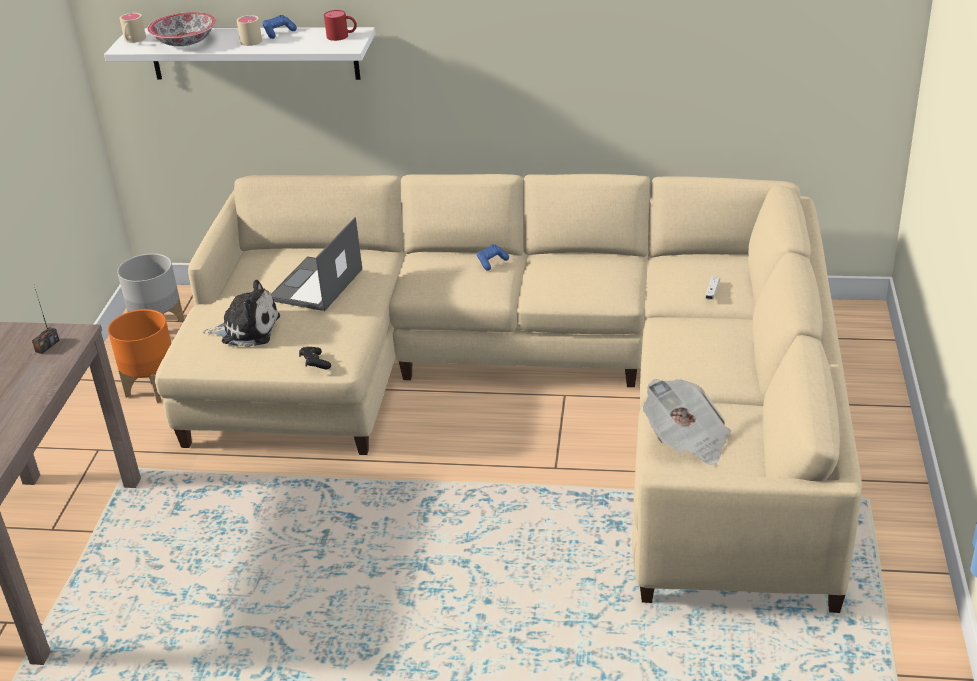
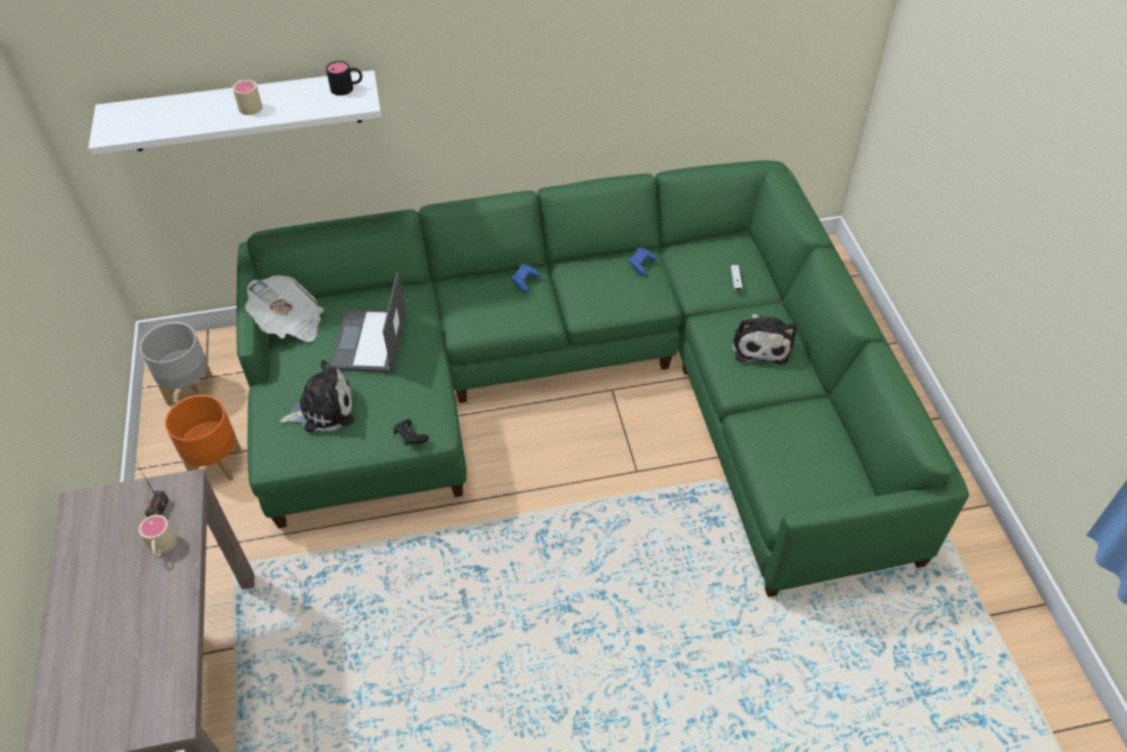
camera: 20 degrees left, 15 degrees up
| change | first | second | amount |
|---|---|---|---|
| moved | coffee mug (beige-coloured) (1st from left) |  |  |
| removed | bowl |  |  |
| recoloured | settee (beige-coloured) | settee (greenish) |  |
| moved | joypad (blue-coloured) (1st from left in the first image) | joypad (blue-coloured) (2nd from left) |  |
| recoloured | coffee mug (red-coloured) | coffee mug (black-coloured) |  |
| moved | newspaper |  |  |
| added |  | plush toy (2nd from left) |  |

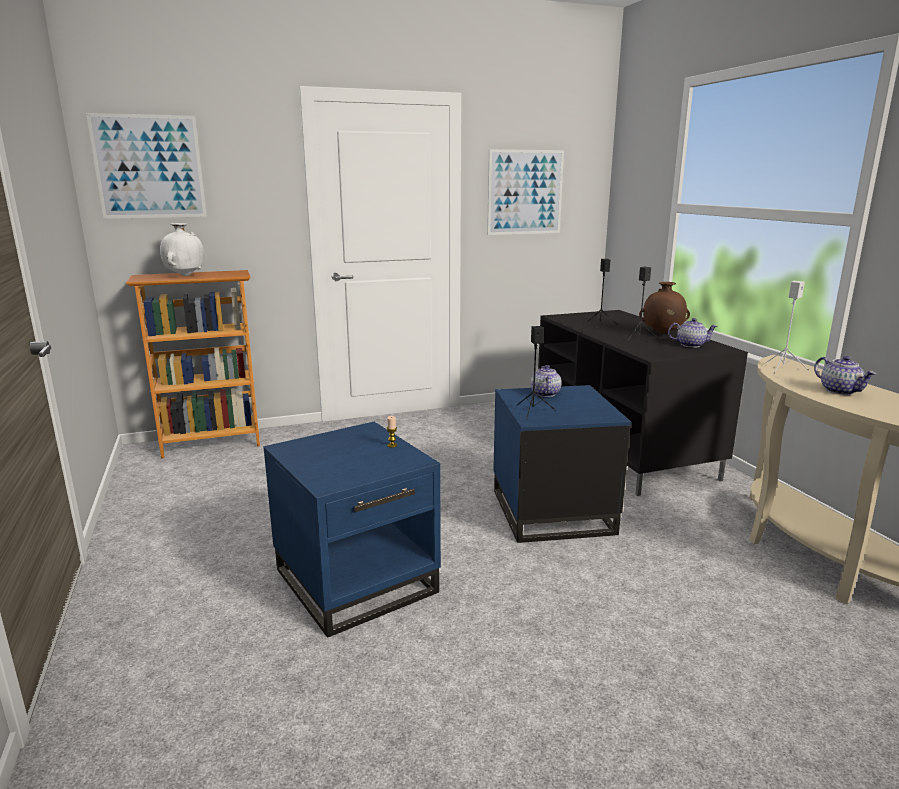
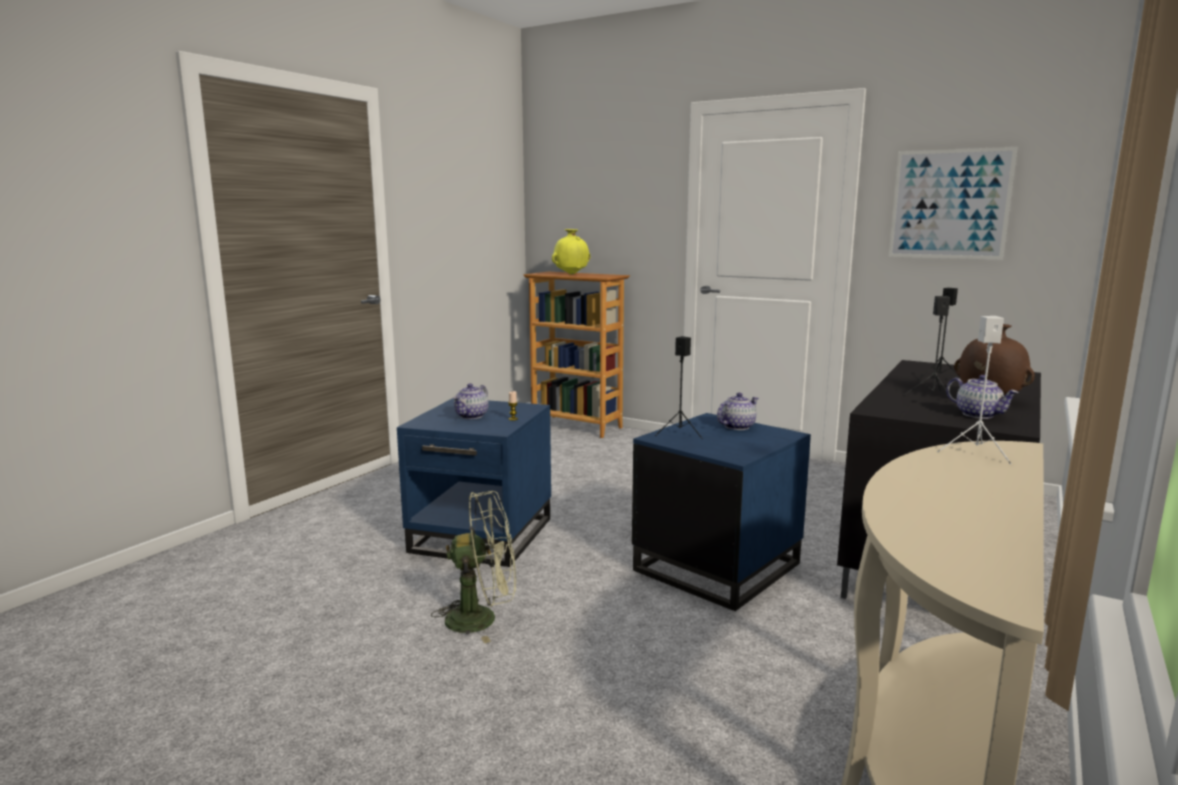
camera: 50 degrees right, 5 degrees down
| change | first | second | amount |
|---|---|---|---|
| removed | picture (1st from left) |  |  |
| recoloured | flower vase (white-coloured) | flower vase (yellow-coloured) |  |
| moved | teapot (3rd from left in the first image) | teapot (1st from left) |  |
| added |  | cooling fan (greenish) |  |

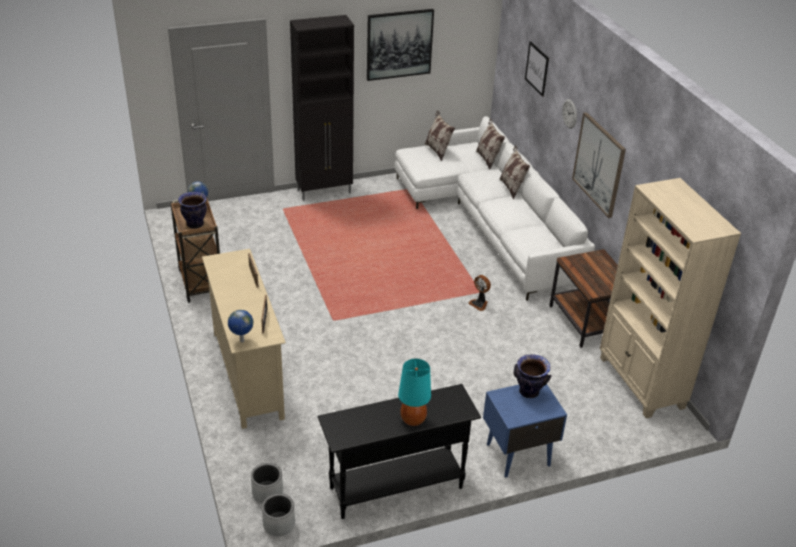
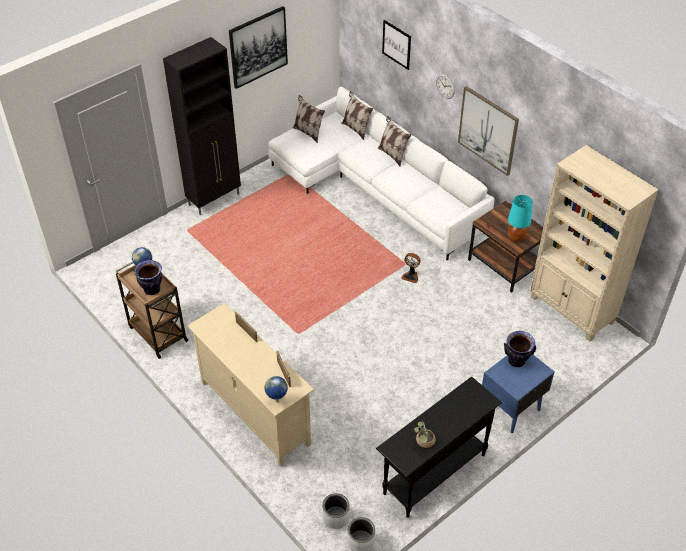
camera: 20 degrees left, 10 degrees up
| change | first | second | amount |
|---|---|---|---|
| moved | lamp for a table (blue-green) |  |  |
| added |  | houseplant |  |

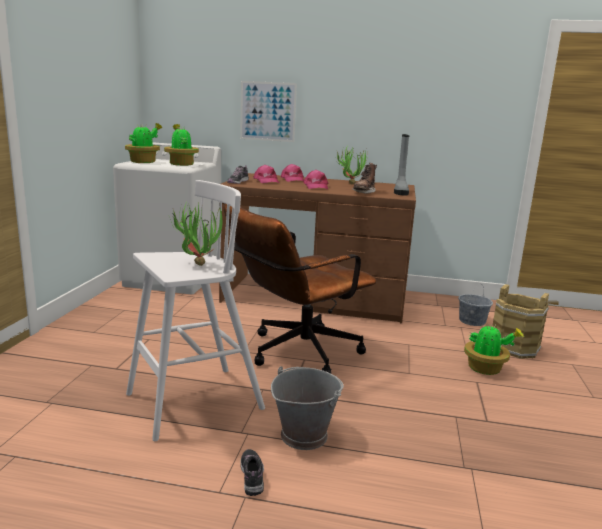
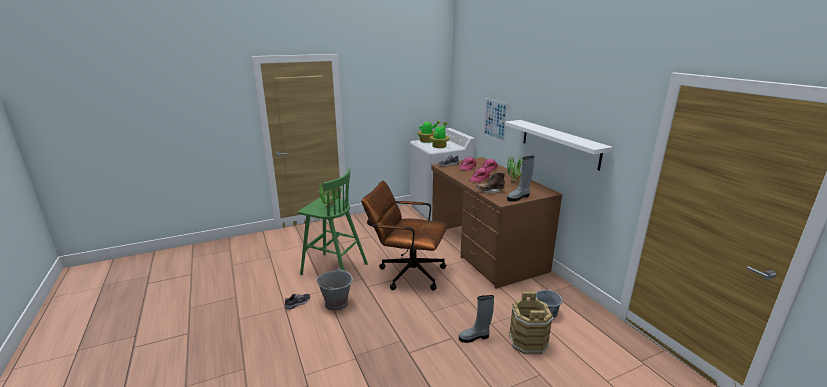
camera: 55 degrees right, 5 degrees up
| change | first | second | amount |
|---|---|---|---|
| recoloured | stool (white-coloured) | stool (greenish) |  |
| replaced | houseplant (5th from left) | tall boot (gray) (1st from left) |  |
| added |  | bracket shelf (white-coloured) |  |

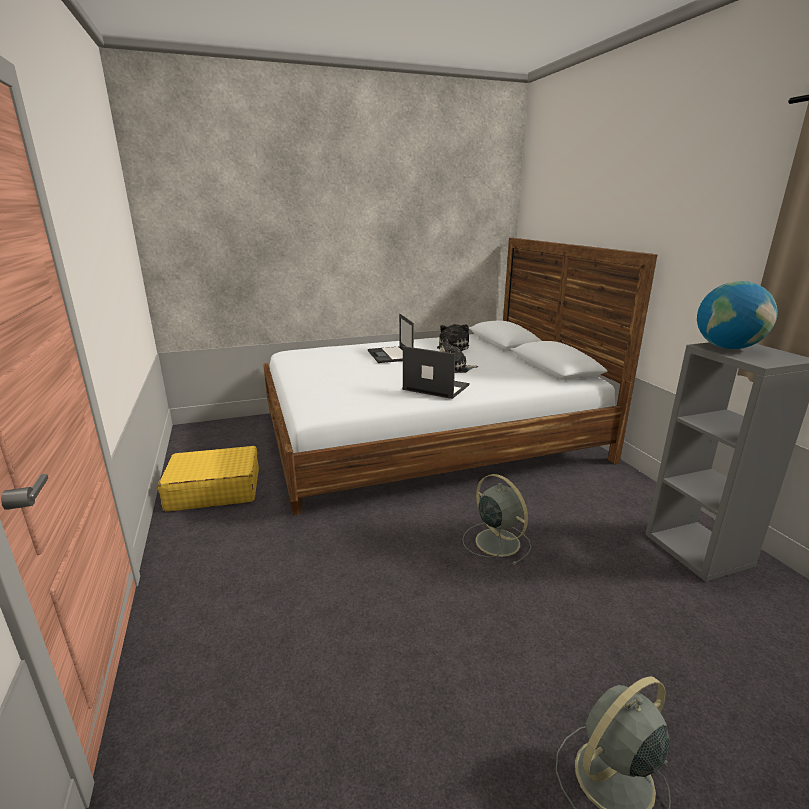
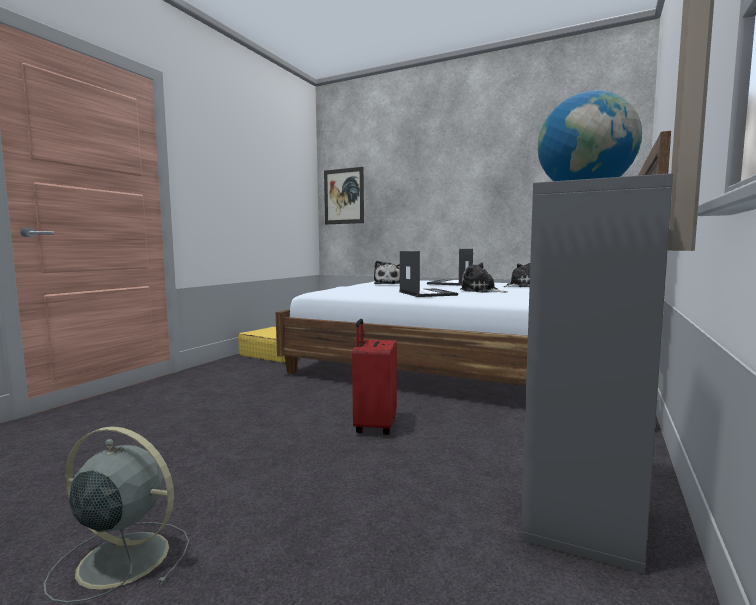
camera: 45 degrees right, 15 degrees down
| change | first | second | amount |
|---|---|---|---|
| replaced | cooling fan (gray) (1st from left) | piece of luggage (red-coloured) |  |
| added |  | picture |  |
| added |  | plush toy (1st from left) |  |

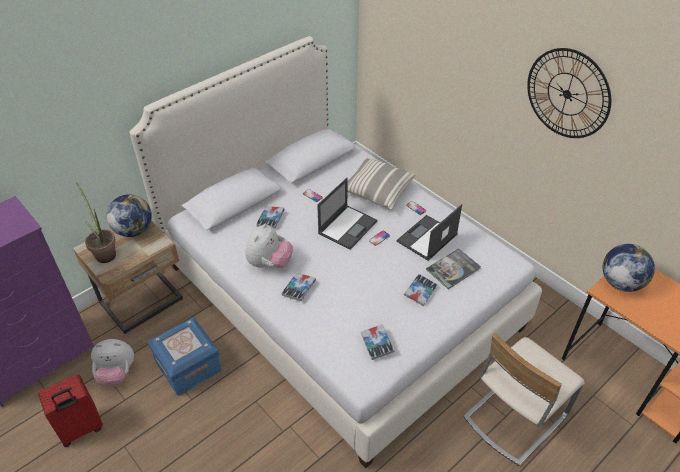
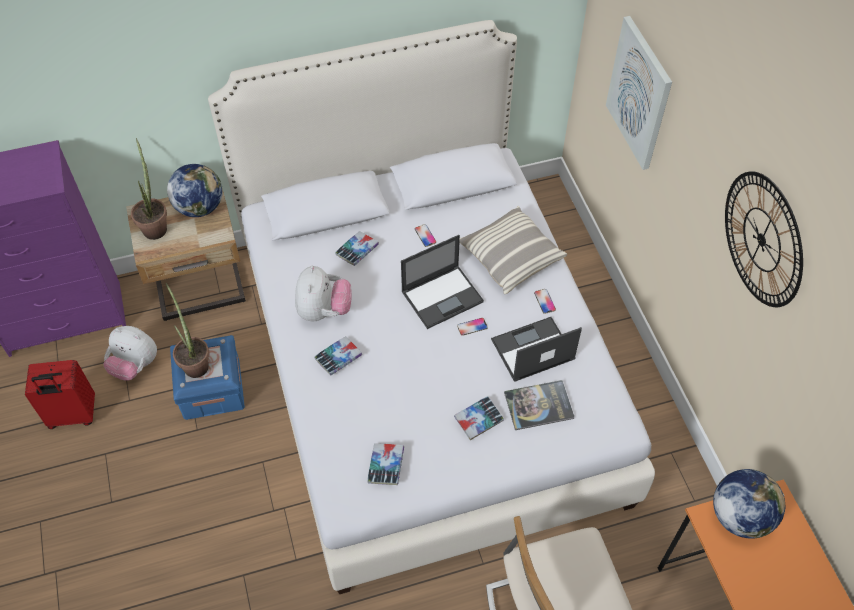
camera: 25 degrees right, 10 degrees up
| change | first | second | amount |
|---|---|---|---|
| turned | plush toy (2nd from left) |  | 45 degrees counterclockwise |
| added |  | houseplant (2nd from left) |  |
| added |  | picture |  |

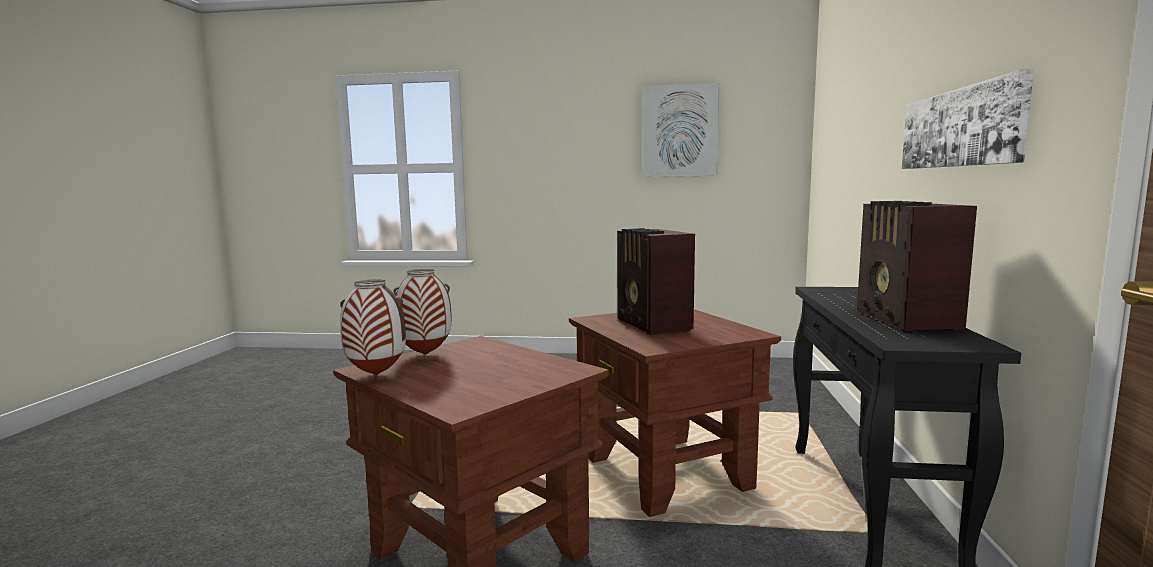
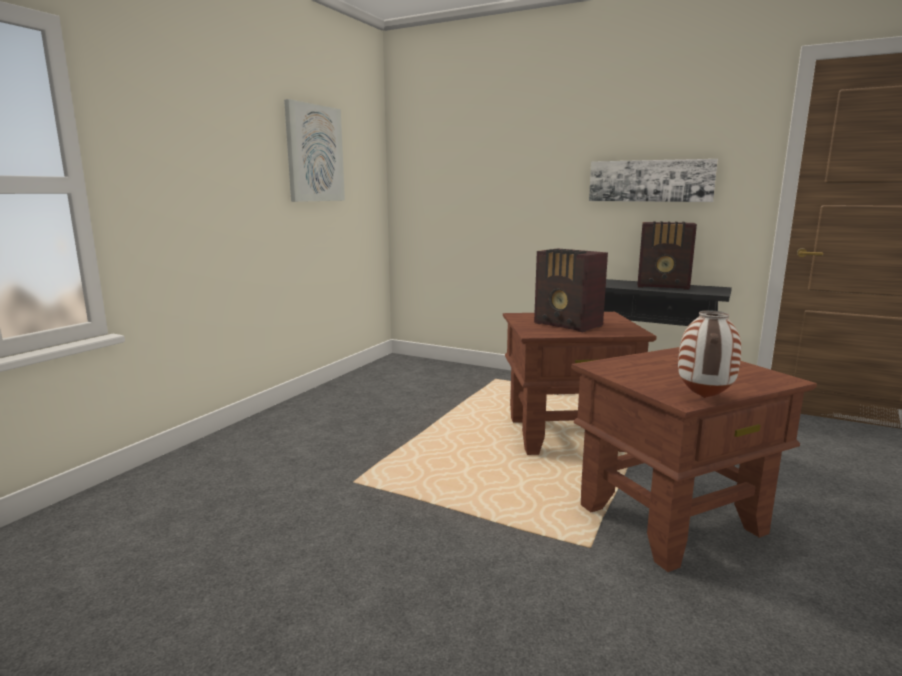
camera: 70 degrees left, 5 degrees up
| change | first | second | amount |
|---|---|---|---|
| removed | flower vase (2nd from left) |  |  |
| turned | radio (1st from left) |  | 45 degrees clockwise |

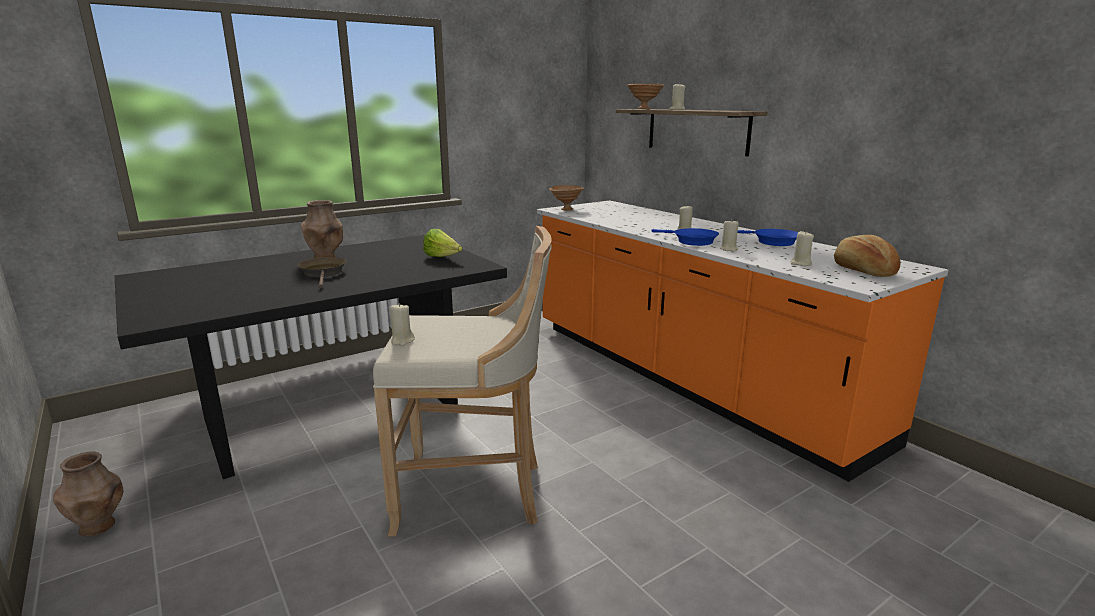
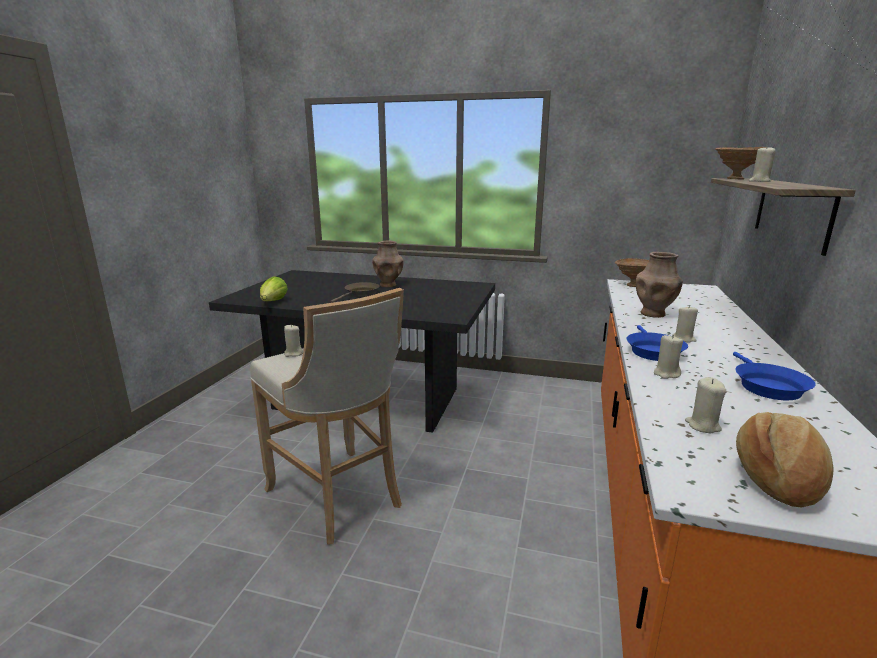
camera: 50 degrees right, 0 degrees up
| change | first | second | amount |
|---|---|---|---|
| moved | flower vase (brown) (1st from left in the first image) | flower vase (brown) (2nd from left) |  |
| moved | lettuce head |  |  |

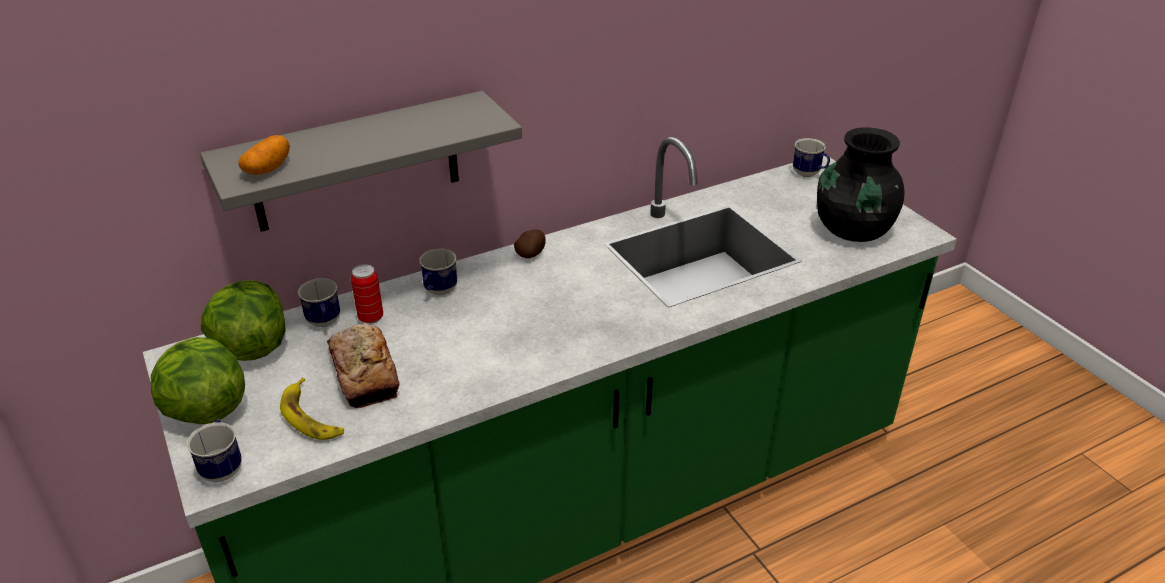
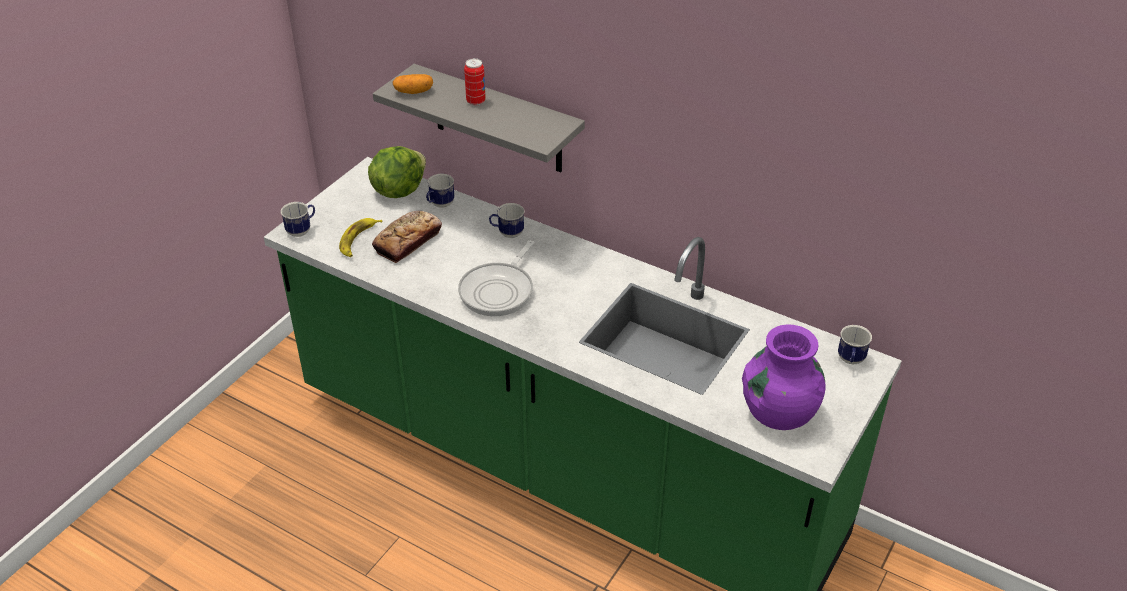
camera: 60 degrees right, 5 degrees up
| change | first | second | amount |
|---|---|---|---|
| removed | lettuce head (1st from left) |  |  |
| moved | metal can |  |  |
| removed | spud (2nd from left) |  |  |
| recoloured | flower vase (black-coloured) | flower vase (purple) |  |
| added |  | skillet |  |

